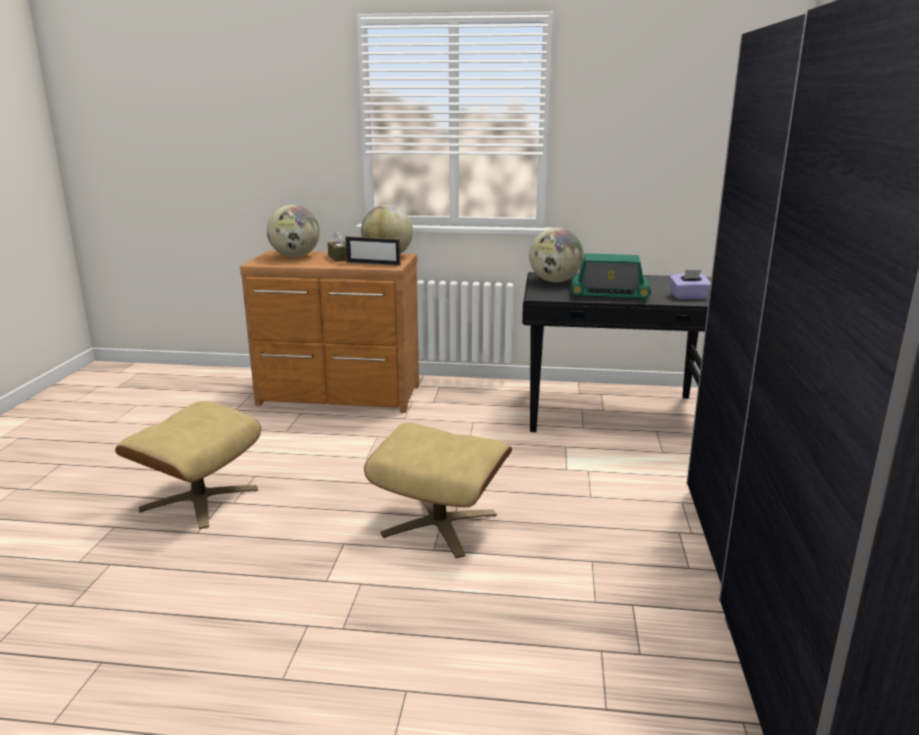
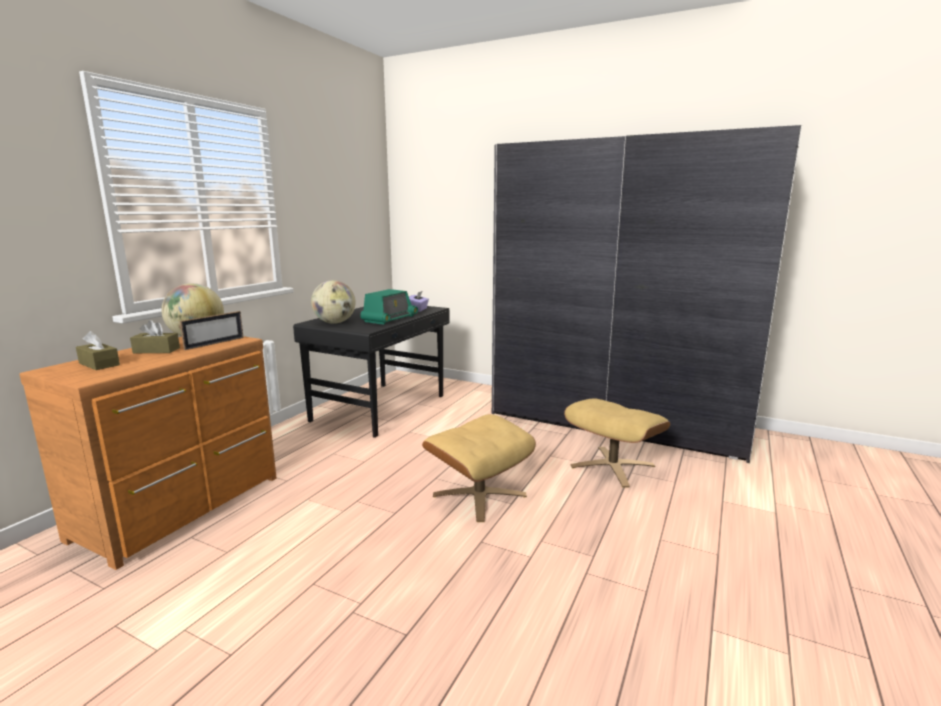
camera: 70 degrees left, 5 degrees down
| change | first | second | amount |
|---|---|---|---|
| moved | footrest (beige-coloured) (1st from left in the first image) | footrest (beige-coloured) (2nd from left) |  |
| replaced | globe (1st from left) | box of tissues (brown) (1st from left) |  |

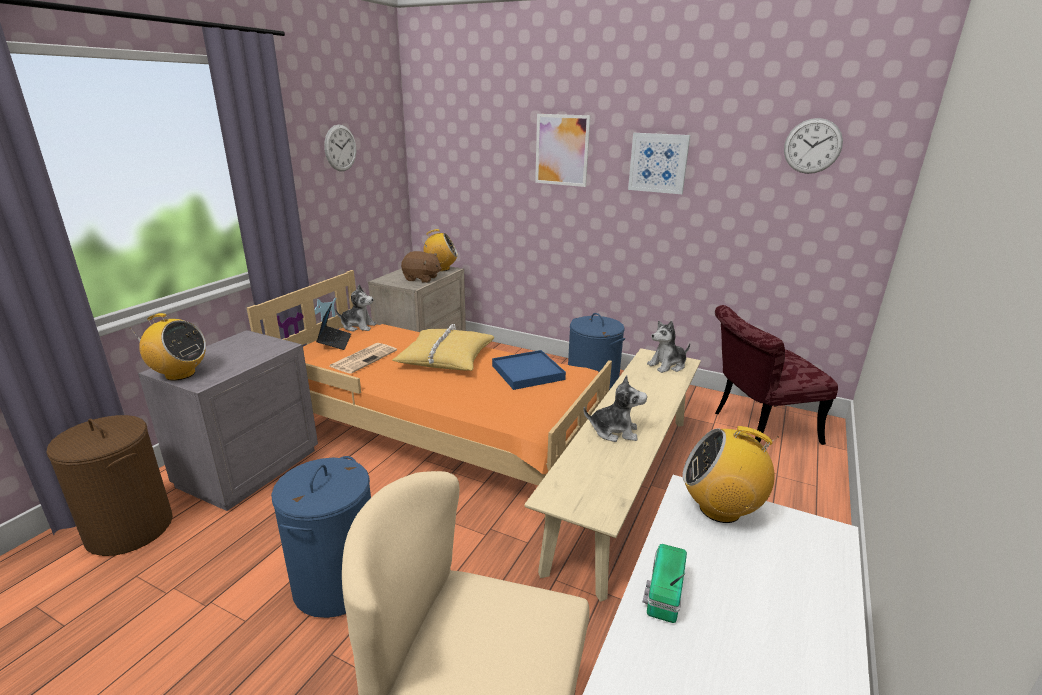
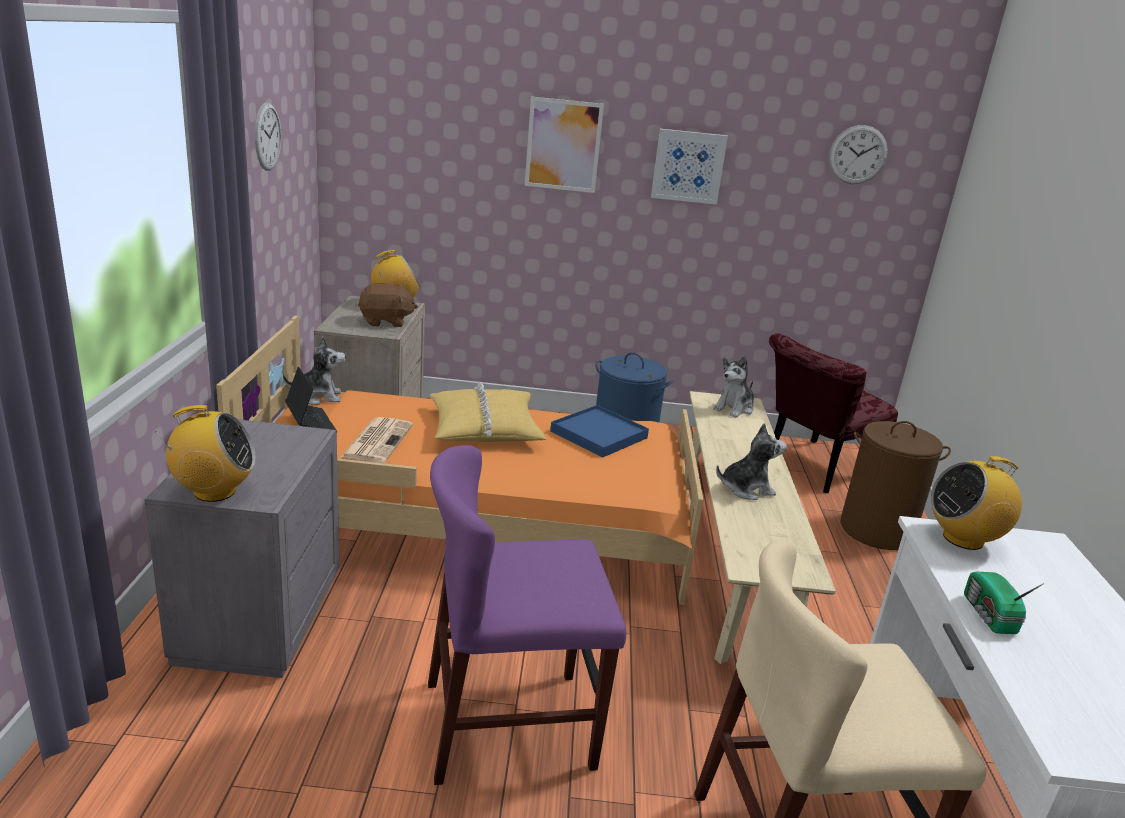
camera: 25 degrees left, 0 degrees up
| change | first | second | amount |
|---|---|---|---|
| moved | washing basket (brown) |  |  |
| replaced | washing basket (blue-coloured) (1st from left) | chair (purple) |  |

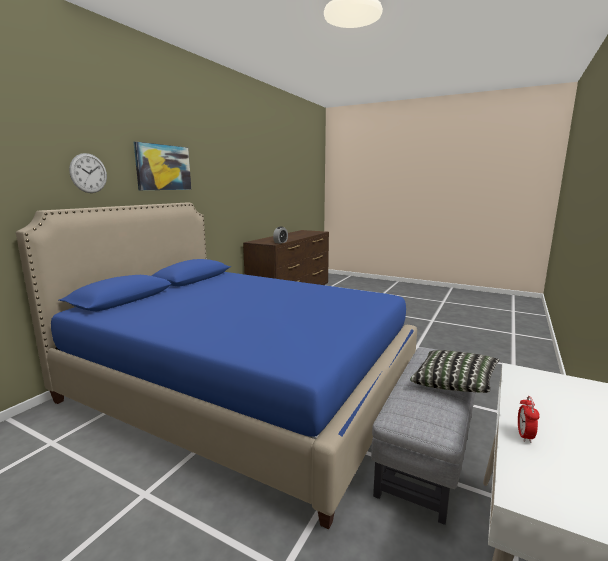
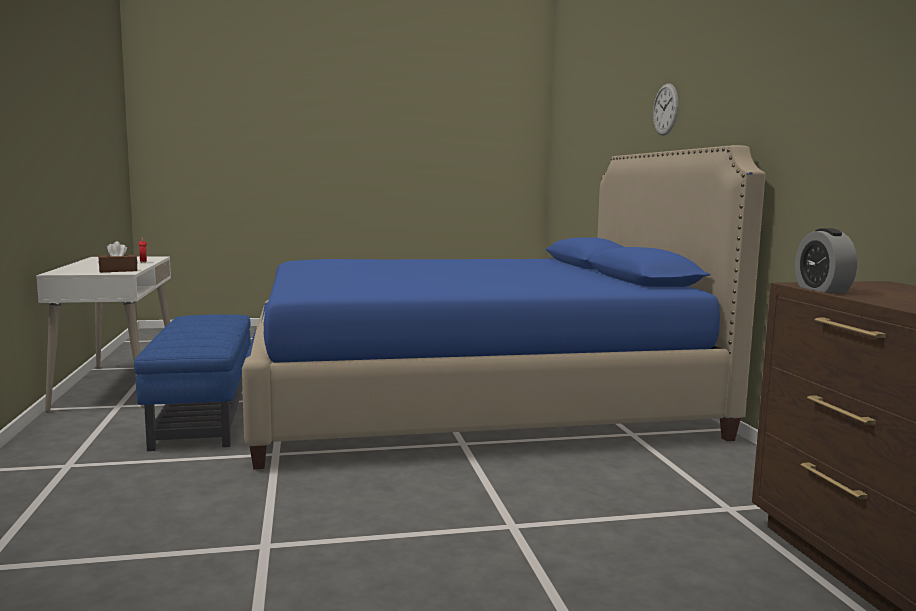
camera: 140 degrees right, 5 degrees down
| change | first | second | amount |
|---|---|---|---|
| removed | picture |  |  |
| recoloured | footrest (gray) | footrest (blue-coloured) |  |
| removed | pillow |  |  |
| added |  | box of tissues (brown) |  |

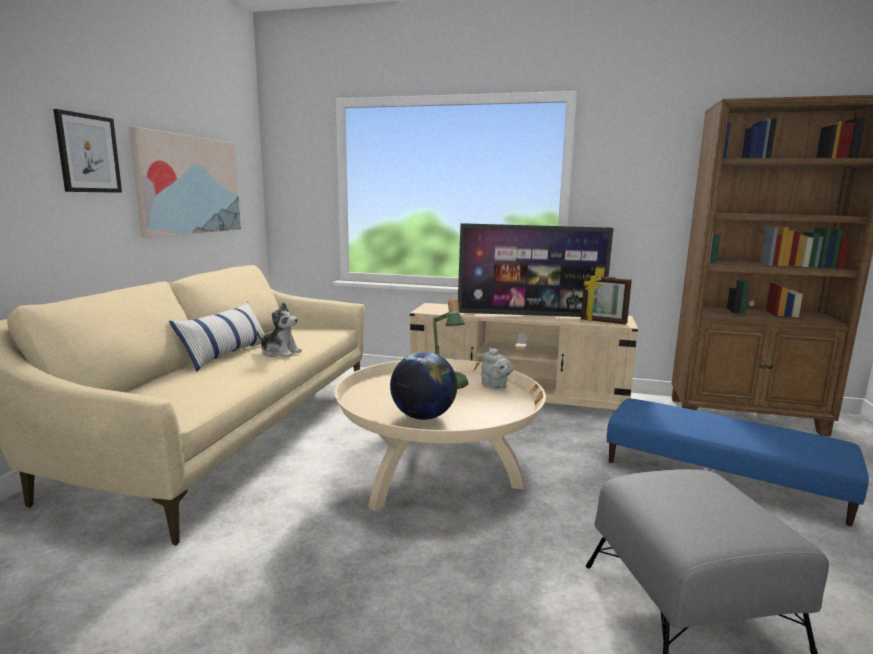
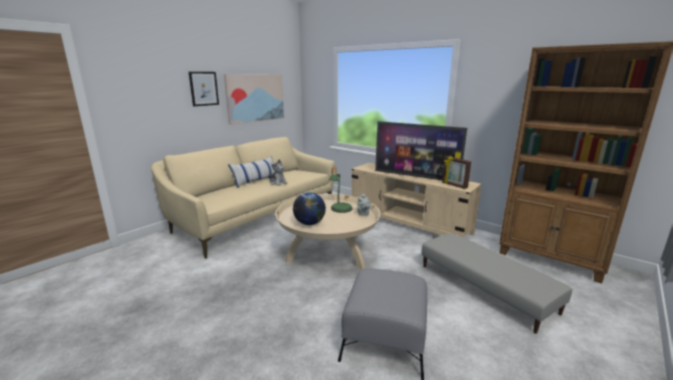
camera: 25 degrees right, 5 degrees up
| change | first | second | amount |
|---|---|---|---|
| recoloured | footrest (blue-coloured) | footrest (gray) (2nd from left) |  |

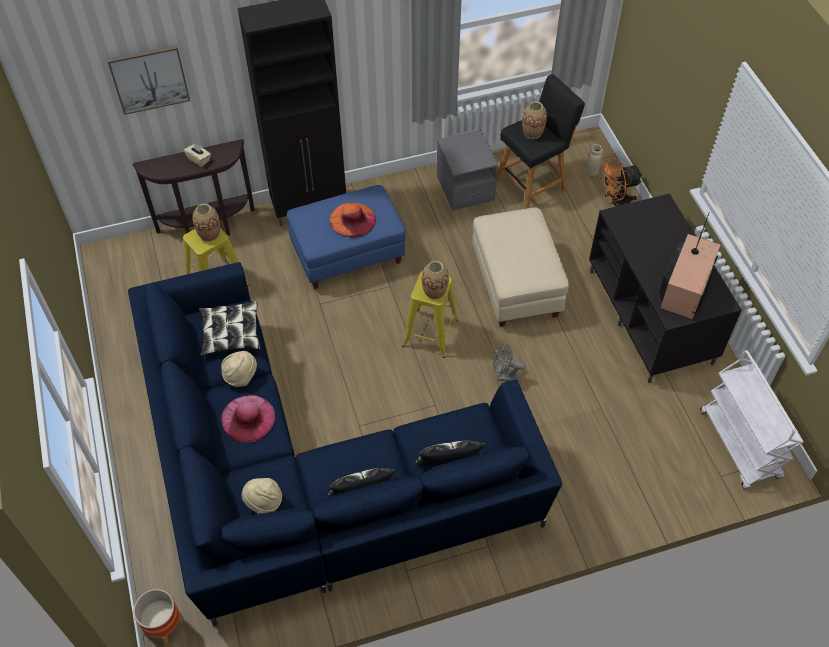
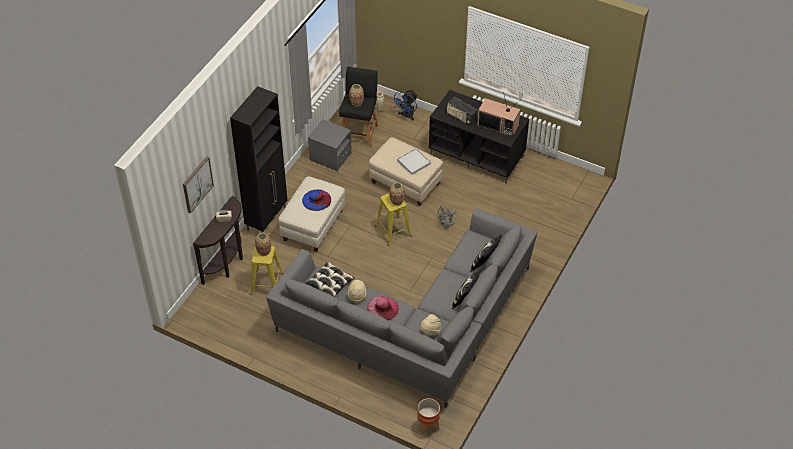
camera: 45 degrees left, 5 degrees down
| change | first | second | amount |
|---|---|---|---|
| recoloured | settee (blue-coloured) | settee (gray) |  |
| recoloured | footrest (blue-coloured) | footrest (beige-coloured) (1st from left) |  |
| recoloured | clothing hat (orange) | clothing hat (blue-coloured) |  |
| recoloured | cooling fan (orange) | cooling fan (blue-coloured) |  |
| turned | TV set |  | 135 degrees clockwise |
| removed | cart (white-coloured) |  |  |
| added |  | tray (white-coloured) |  |
| added |  | radio |  |

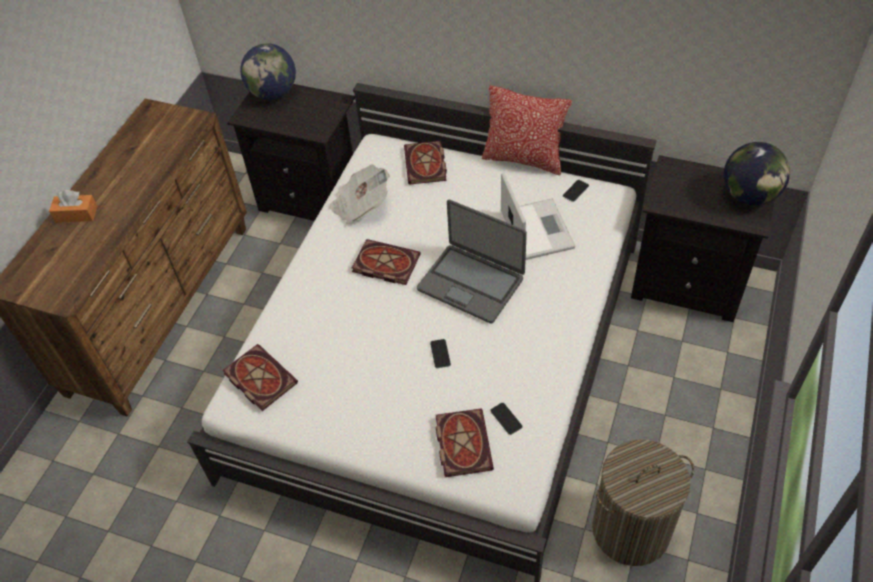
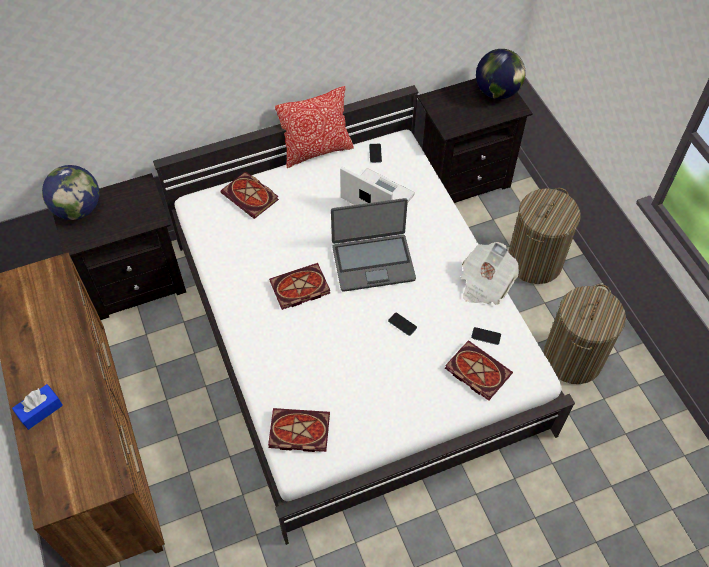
camera: 45 degrees left, 5 degrees up
| change | first | second | amount |
|---|---|---|---|
| recoloured | box of tissues (orange) | box of tissues (blue-coloured) |  |
| moved | newspaper |  |  |
| added |  | washing basket (1st from left) |  |

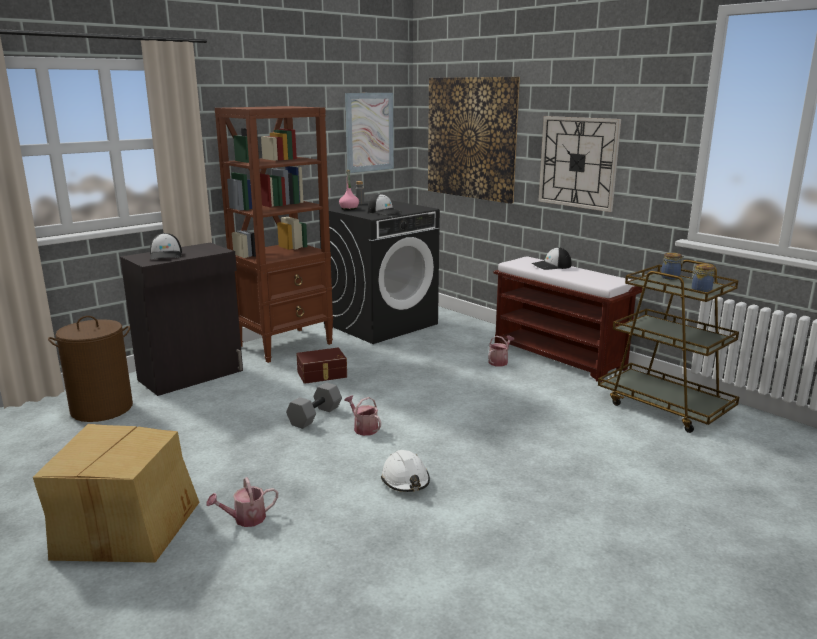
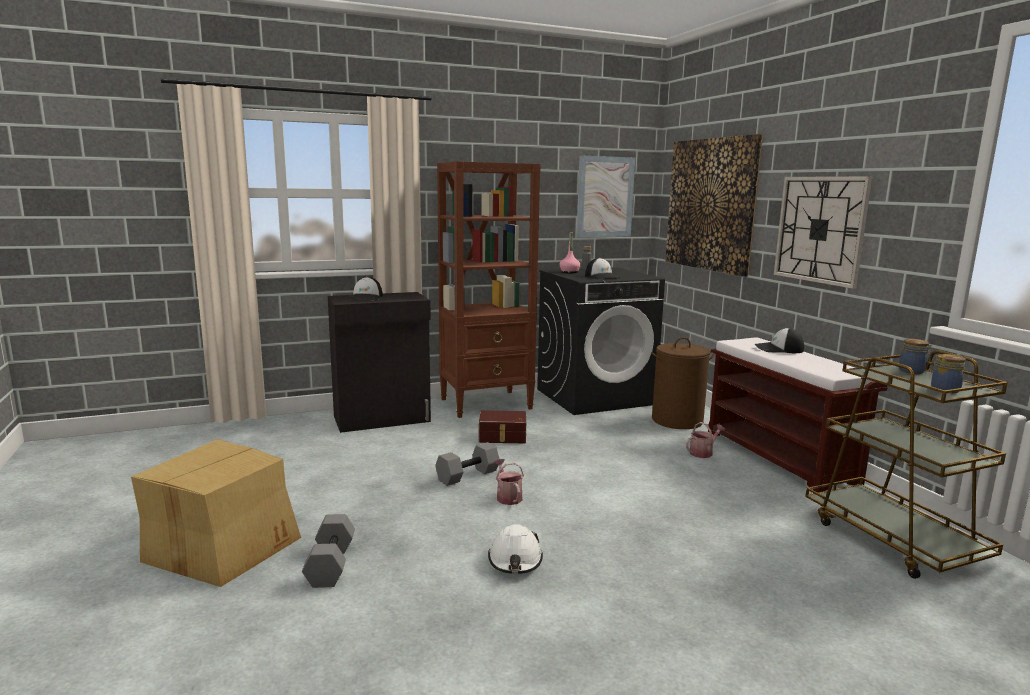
camera: 20 degrees right, 5 degrees down
| change | first | second | amount |
|---|---|---|---|
| moved | washing basket (brown) |  |  |
| replaced | watering pot (1st from left) | free weight (gray) (1st from left) |  |

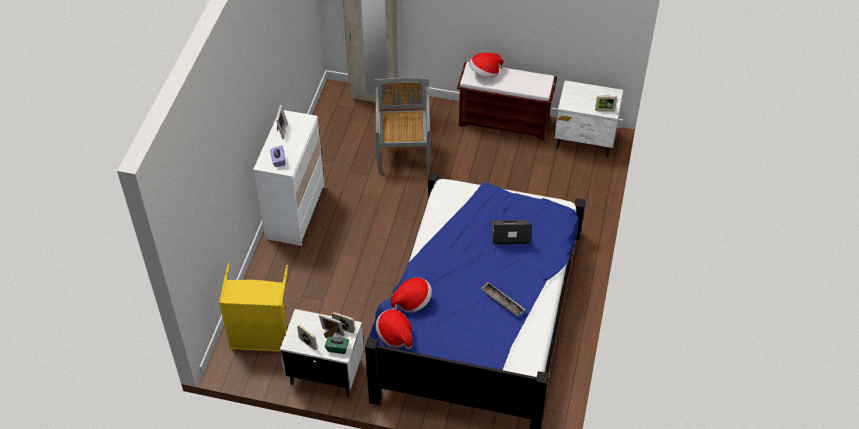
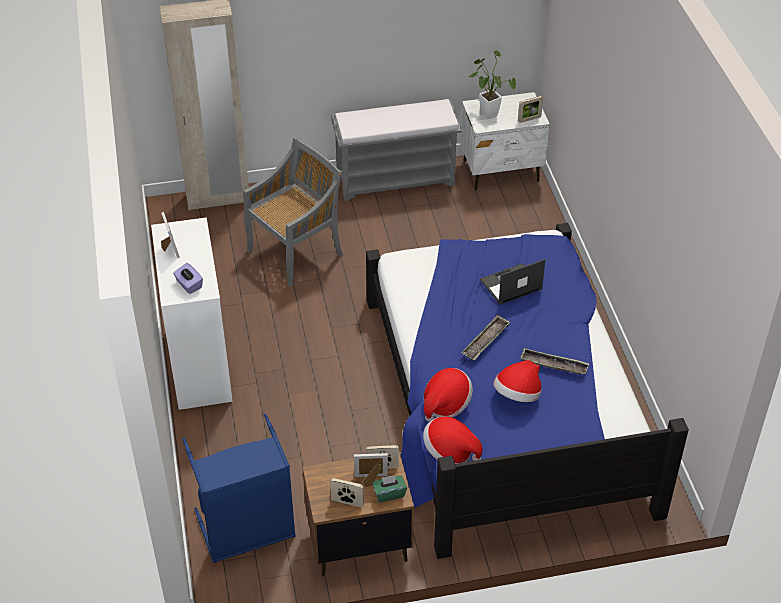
camera: 25 degrees left, 5 degrees down
| change | first | second | amount |
|---|---|---|---|
| recoloured | washing basket (yellow-coloured) | washing basket (blue-coloured) |  |
| recoloured | nightstand (white-coloured) (1st from left) | nightstand (brown) |  |
| turned | chair (gray) |  | 75 degrees clockwise |
| recoloured | indoor bench (brown) | indoor bench (gray) |  |
| moved | clothing hat (3rd from left) |  |  |
| added |  | tray (1st from left) |  |
| added |  | houseplant |  |

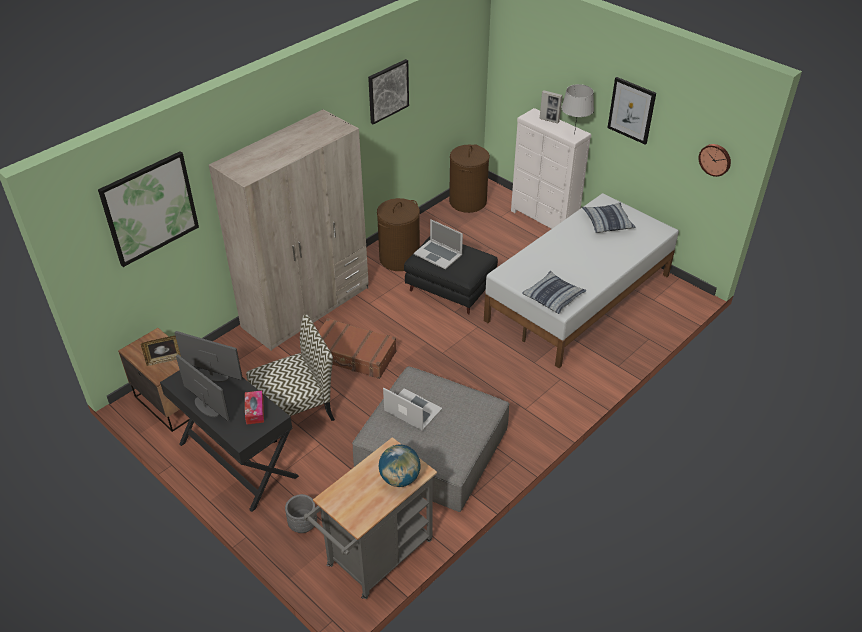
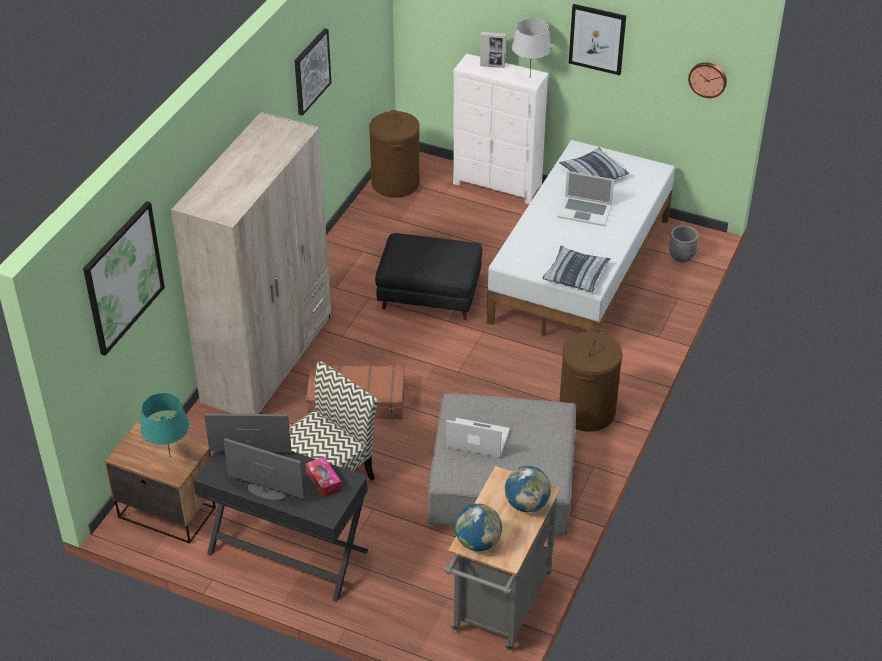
camera: 20 degrees left, 0 degrees up
| change | first | second | amount |
|---|---|---|---|
| replaced | photo frame (1st from left) | lamp for a table (blue-green) |  |
| moved | plant pot (gray) |  |  |
| moved | washing basket (brown) (1st from left in the first image) | washing basket (brown) (2nd from left) |  |
| moved | portable computer (2nd from left) |  |  |
| added |  | globe (1st from left) |  |

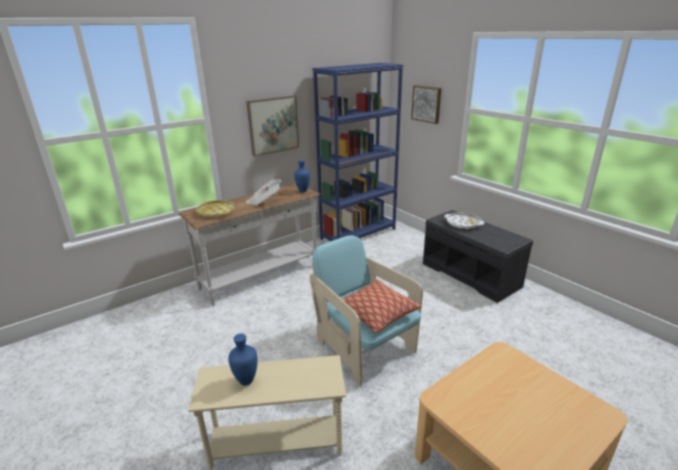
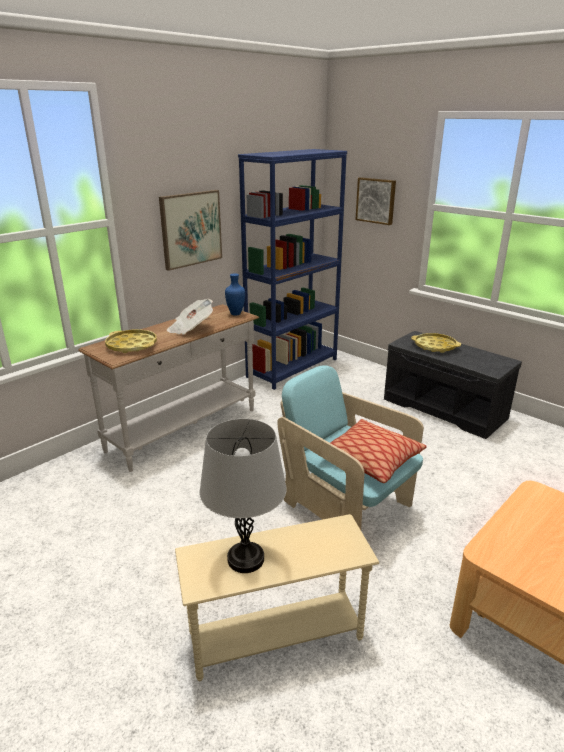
camera: 10 degrees left, 0 degrees up
| change | first | second | amount |
|---|---|---|---|
| replaced | flower vase (blue-coloured) (1st from left) | lamp for a table (gray) |  |
| recoloured | tray (white-coloured) | tray (yellow-coloured) (2nd from left) |  |

